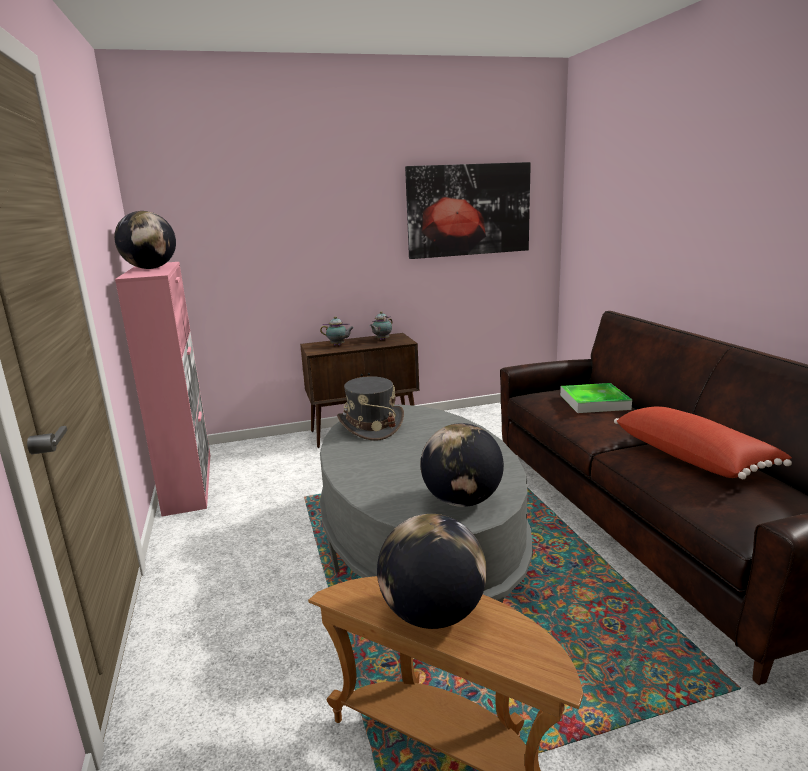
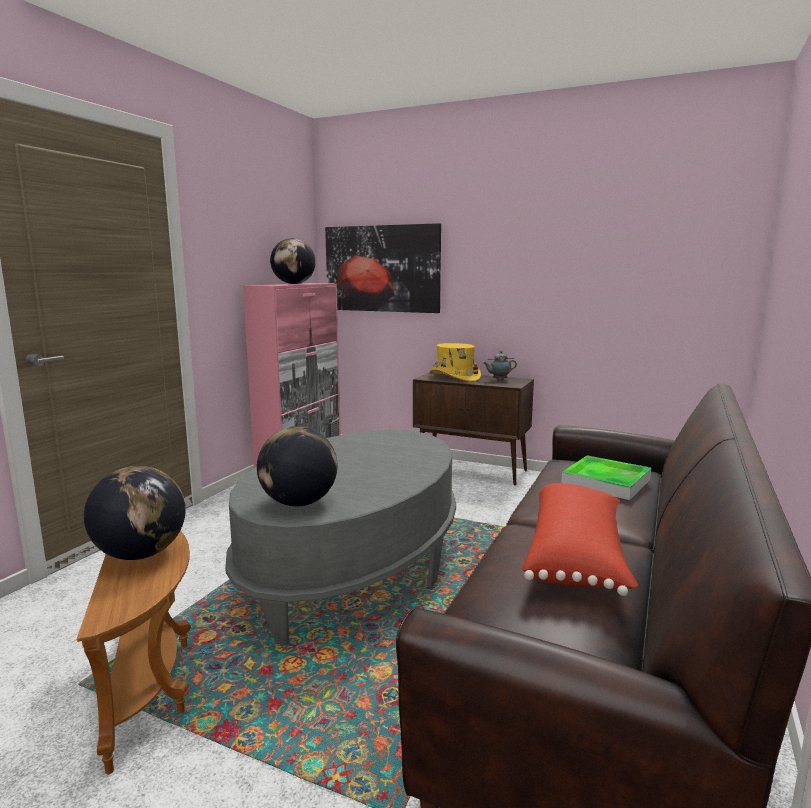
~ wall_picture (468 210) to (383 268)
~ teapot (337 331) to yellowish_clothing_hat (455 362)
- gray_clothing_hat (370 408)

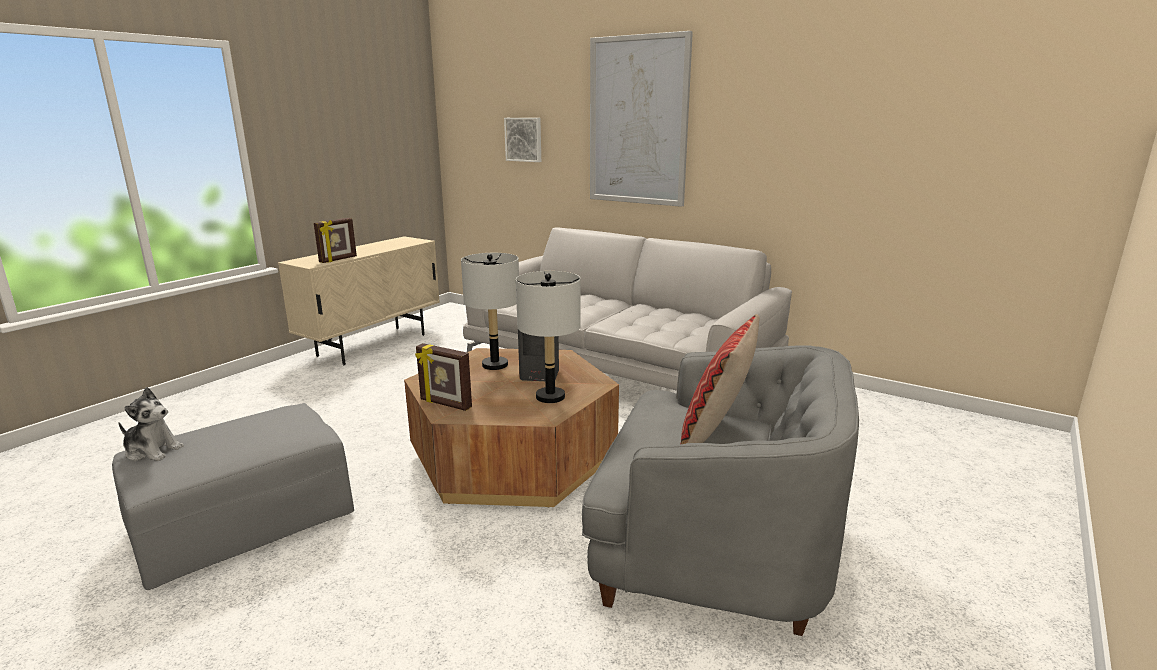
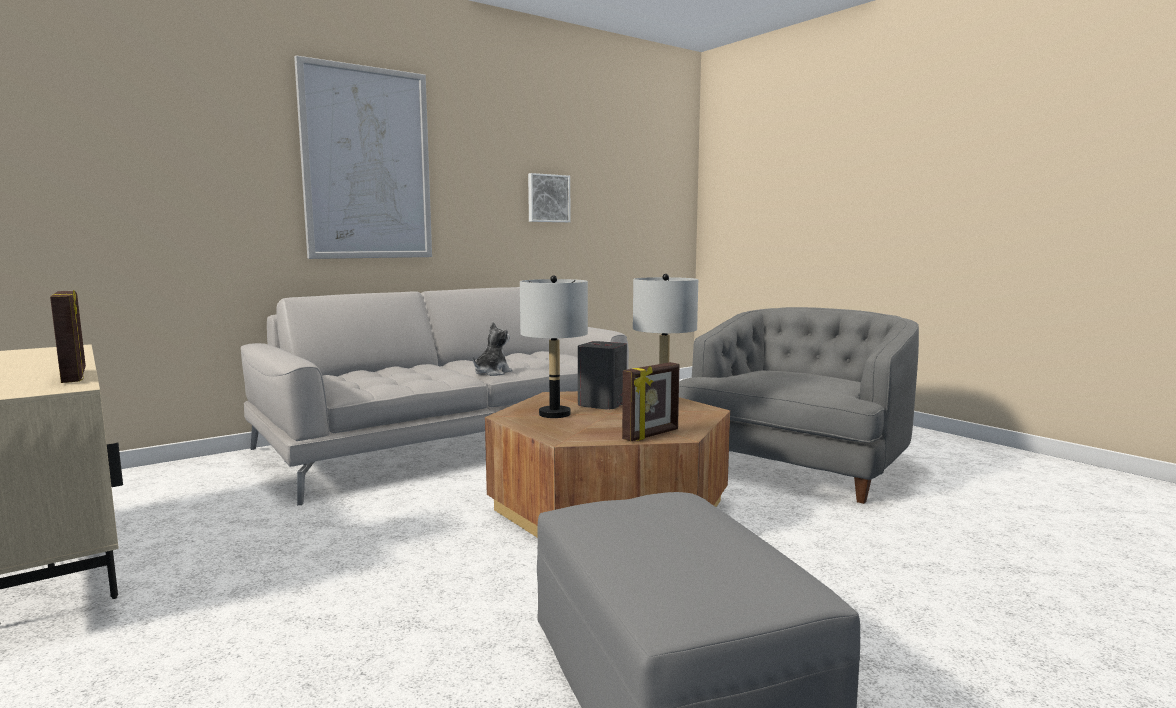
~ wall_picture (522 140) to (549 197)
- throw_pillow (720 379)
~ cuddly_toy (151 424) to (493 349)

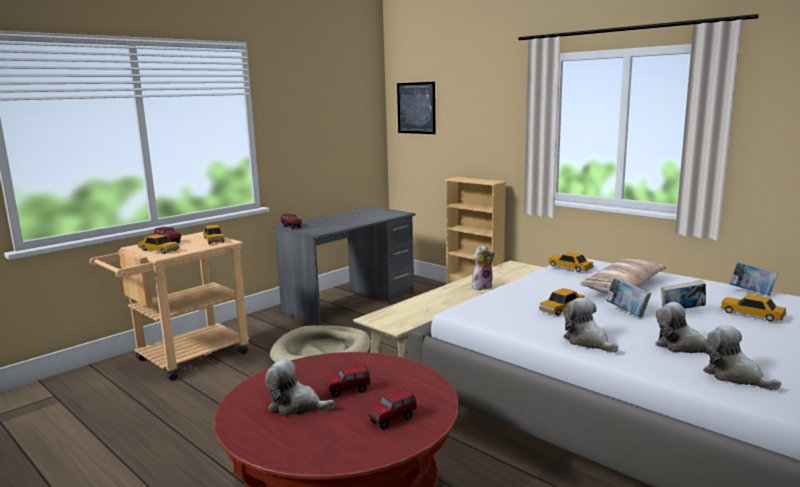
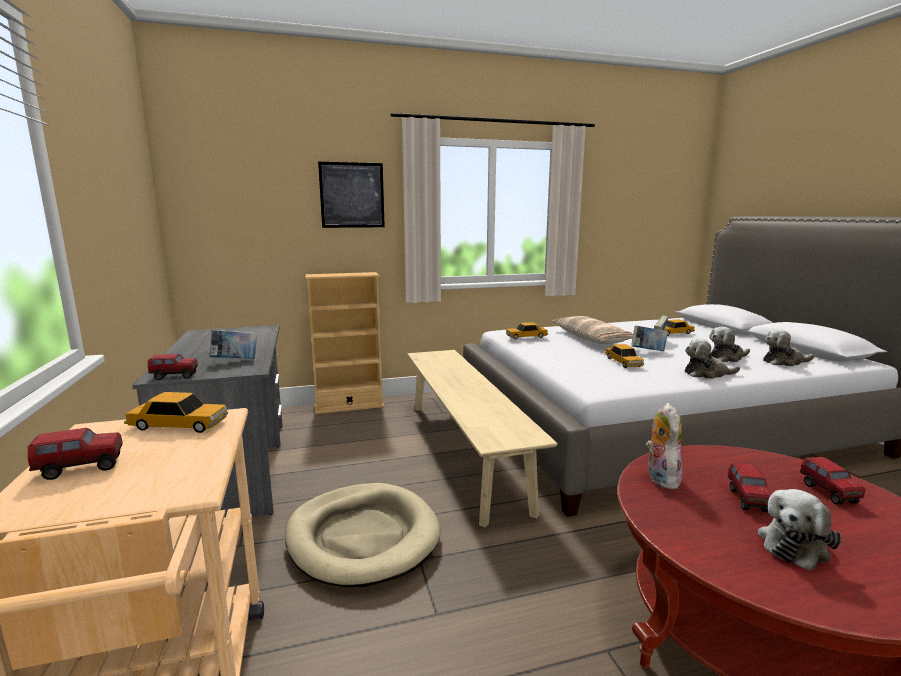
~ wall_picture (416 108) to (351 195)
- model_car (159 244)
~ cuddly_toy (483 267) to (664 446)
~ book (754 279) to (233 344)

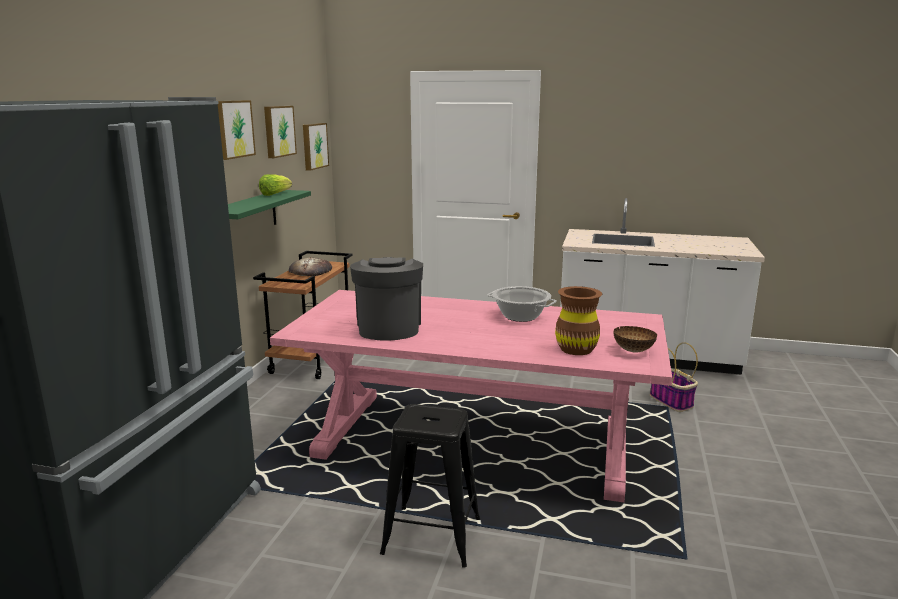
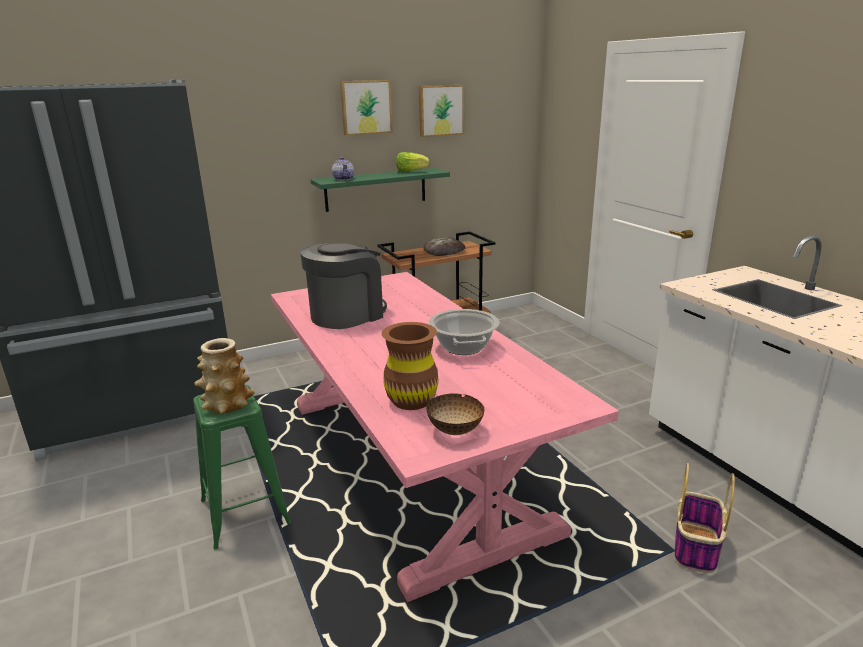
- wall_picture (316 147)
~ black_stool (430 486) to green_stool (242 467)
+ teapot (343 169)
+ decorative_vase (224 376)

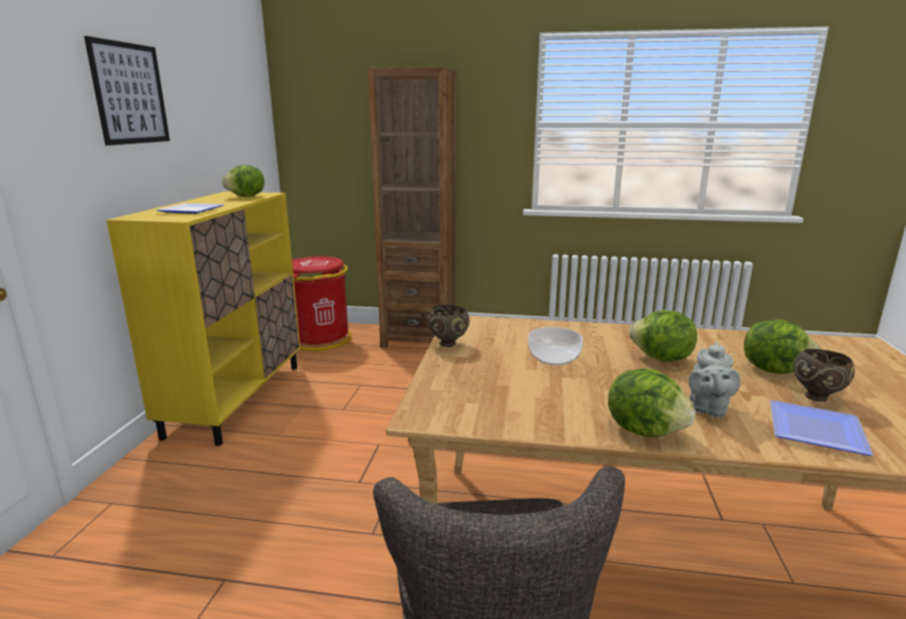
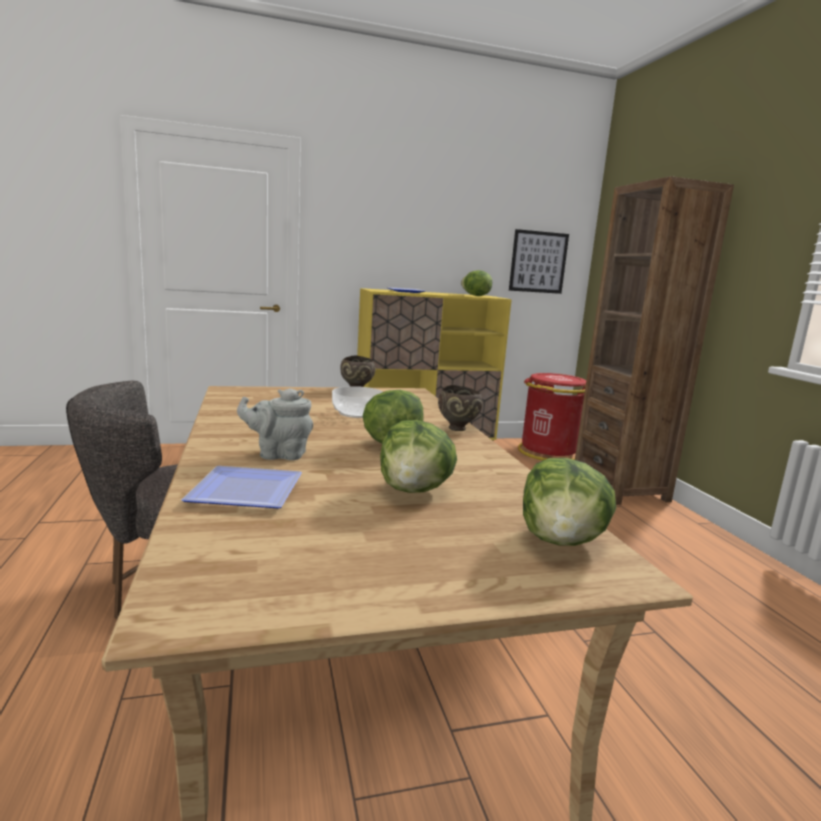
~ wall_picture (127 91) to (539 261)
~ brown-coloured_deep_dish (824 375) to (460 408)
~ lettuce_head (652 403) to (569 502)

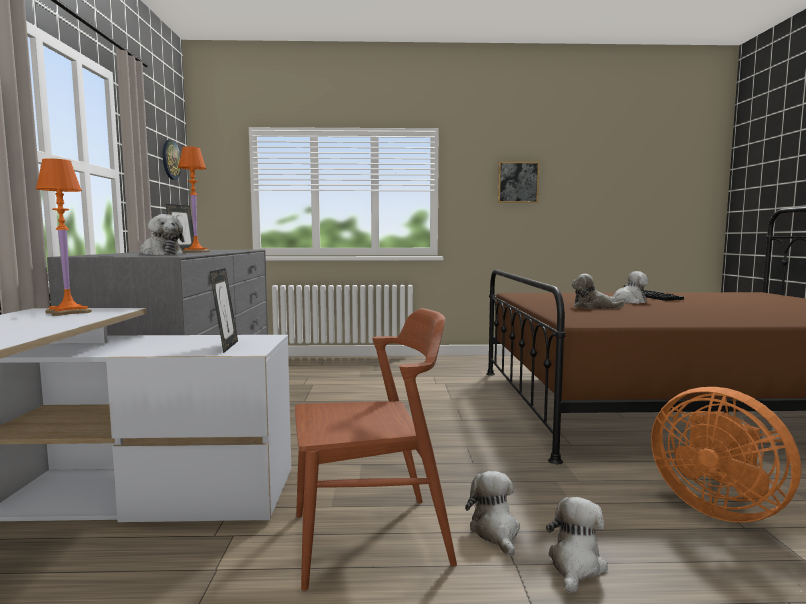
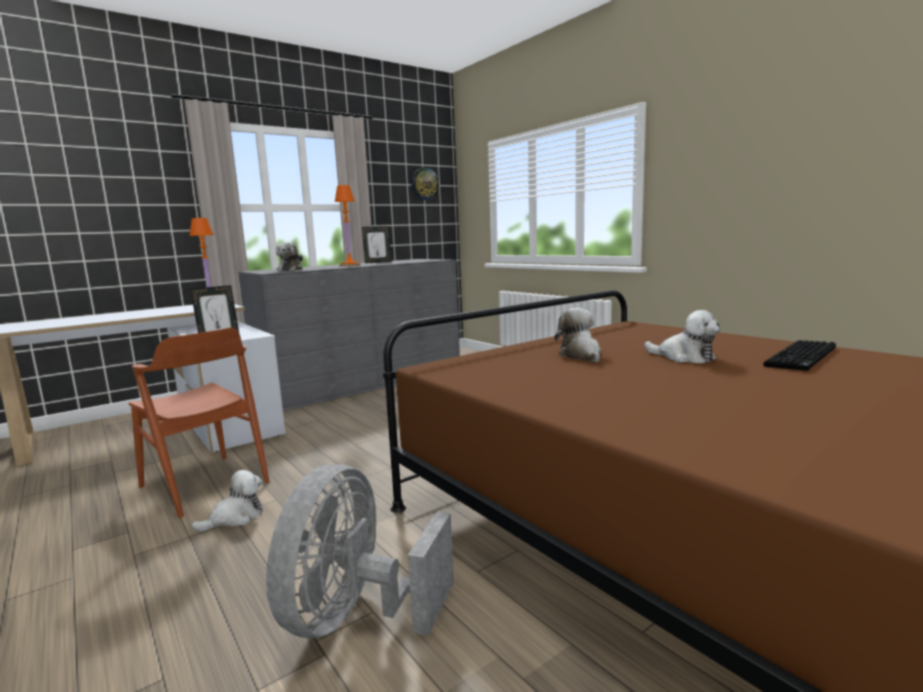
- wall_picture (518 182)
~ orange-coloured_cooling_fan (726 454) to gray_cooling_fan (360 551)
- cuddly_toy (577 545)

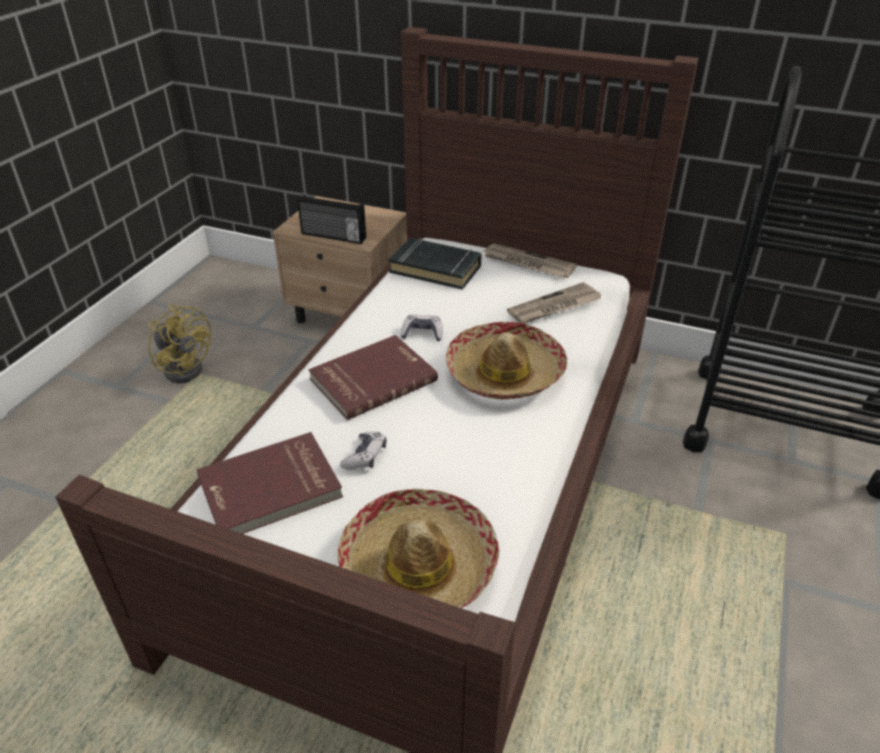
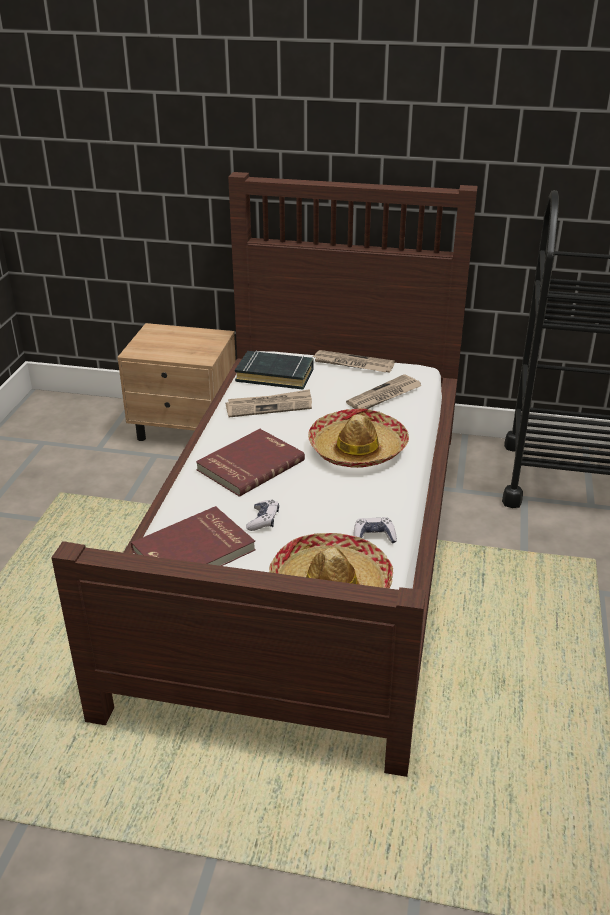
- radio_set (331 219)
- yellowish_cooling_fan (179 343)
~ joypad (422 327) to (375 530)
+ printed_paper (269 403)

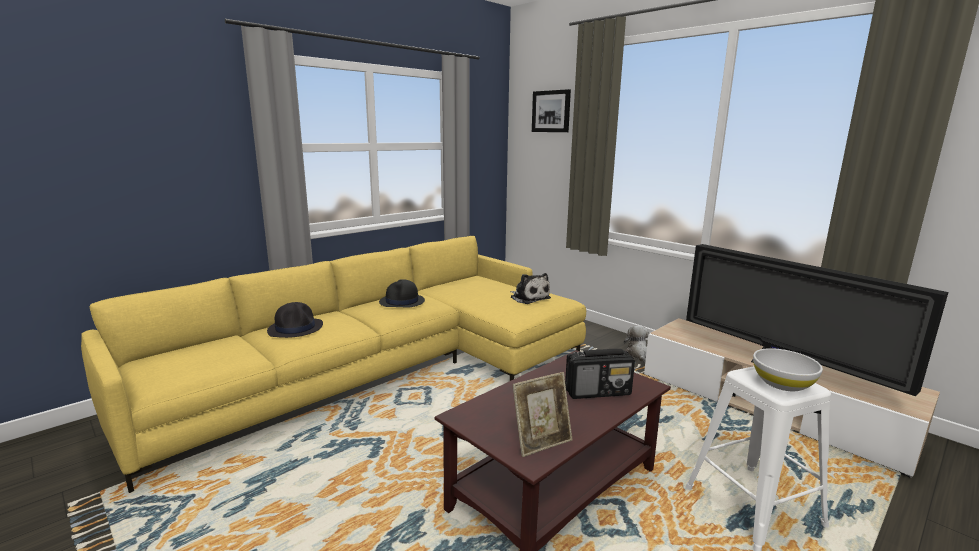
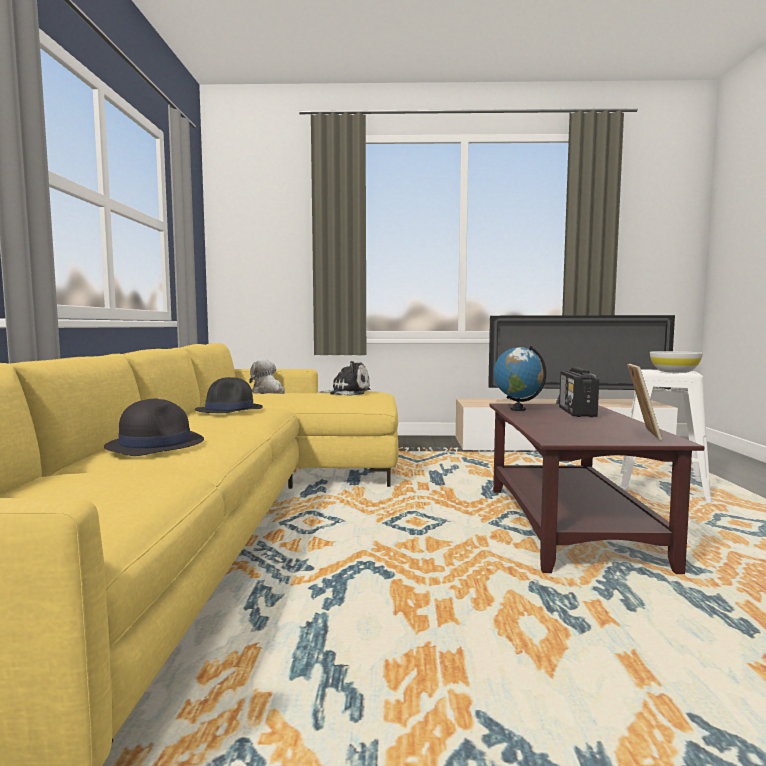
- wall_picture (551 110)
~ cuddly_toy (636 344) to (267 377)
~ radio_set (600 374) = (579 392) 150 degrees clockwise
+ desk_globe (519 378)

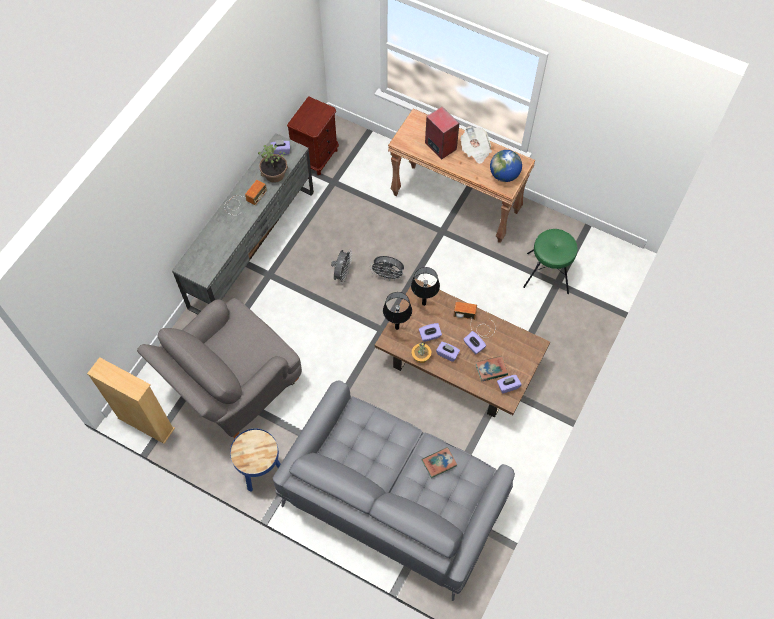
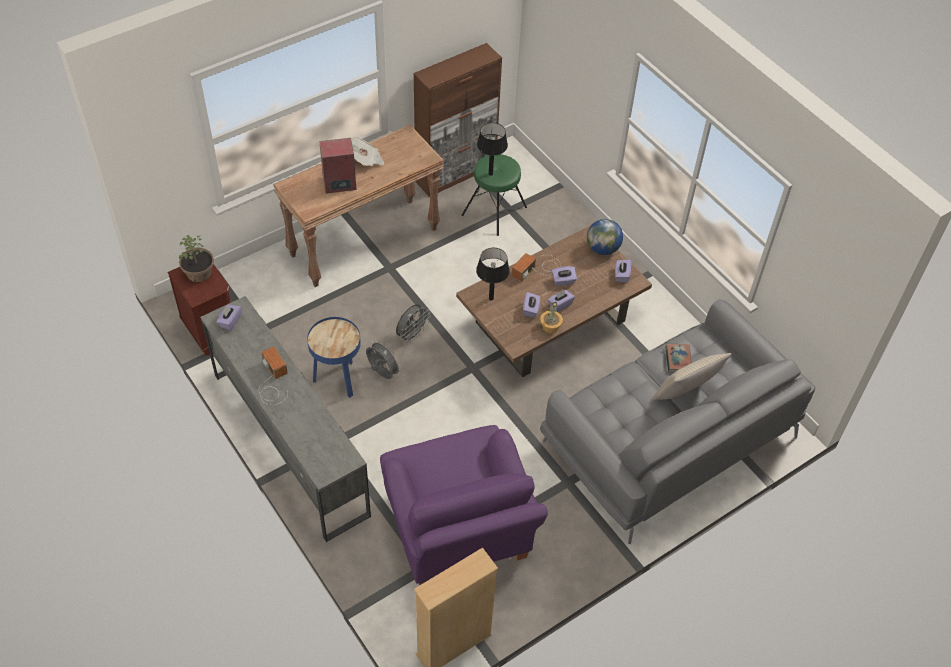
~ houseplant (273 163) to (196 258)
~ desk_globe (506 166) to (605 237)
~ black_tabletop_lamp (397 311) to (492 149)
~ gray_armchair (219 368) to purple_armchair (464 505)
- book (492 369)
~ blue_accent_table (255 460) to (334 357)
+ brown-coloured_storage_cabinet (458 120)
+ sand-coloured_throw_pillow (691 377)

